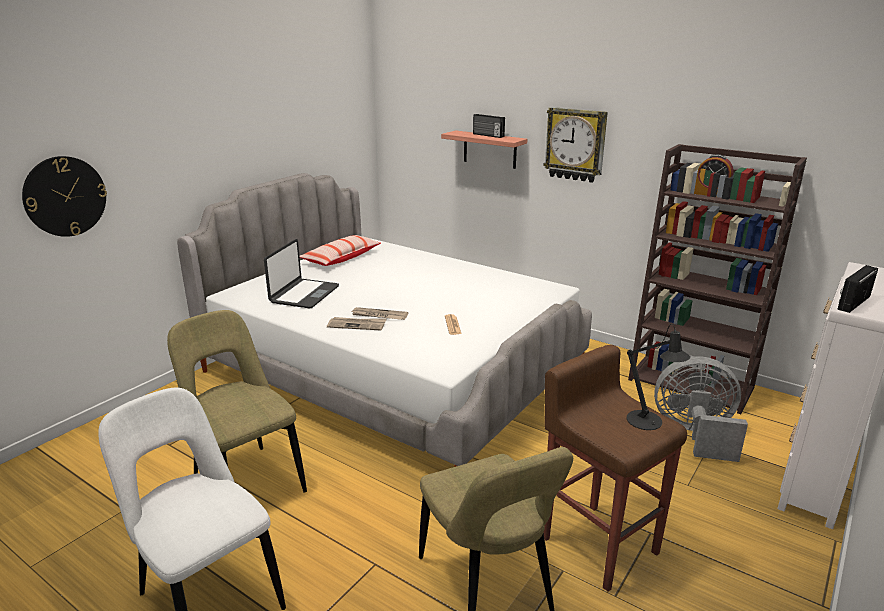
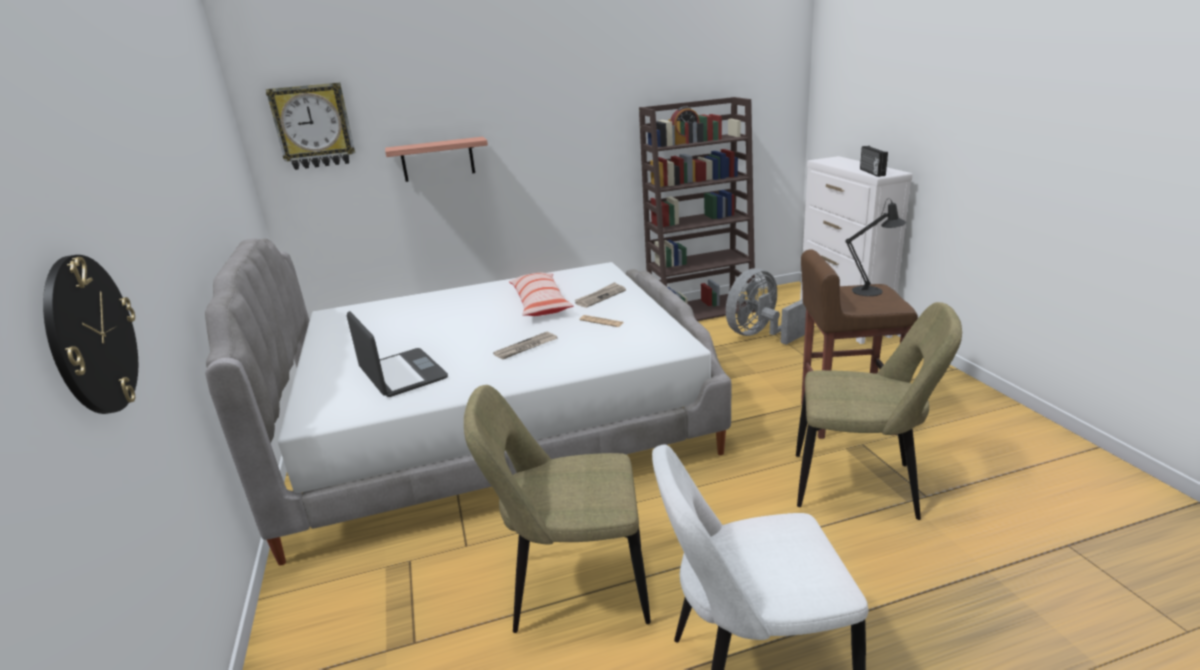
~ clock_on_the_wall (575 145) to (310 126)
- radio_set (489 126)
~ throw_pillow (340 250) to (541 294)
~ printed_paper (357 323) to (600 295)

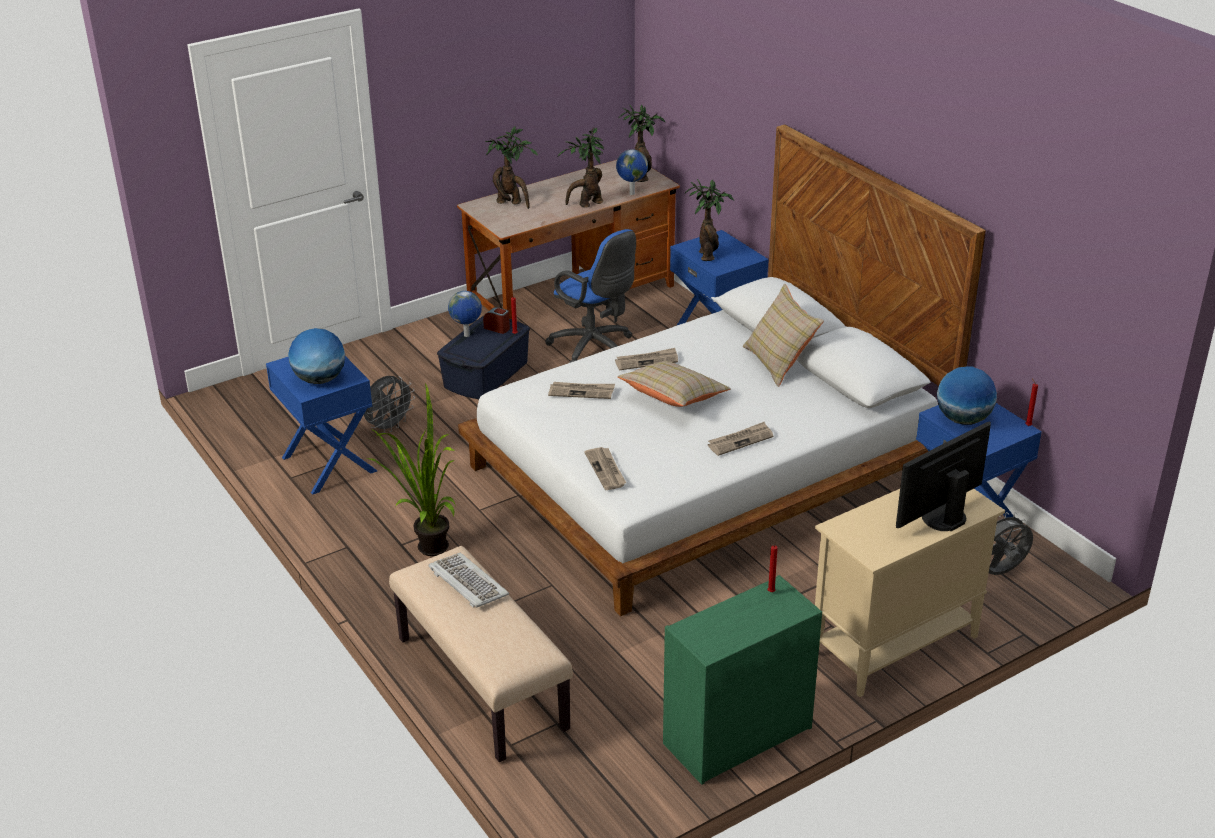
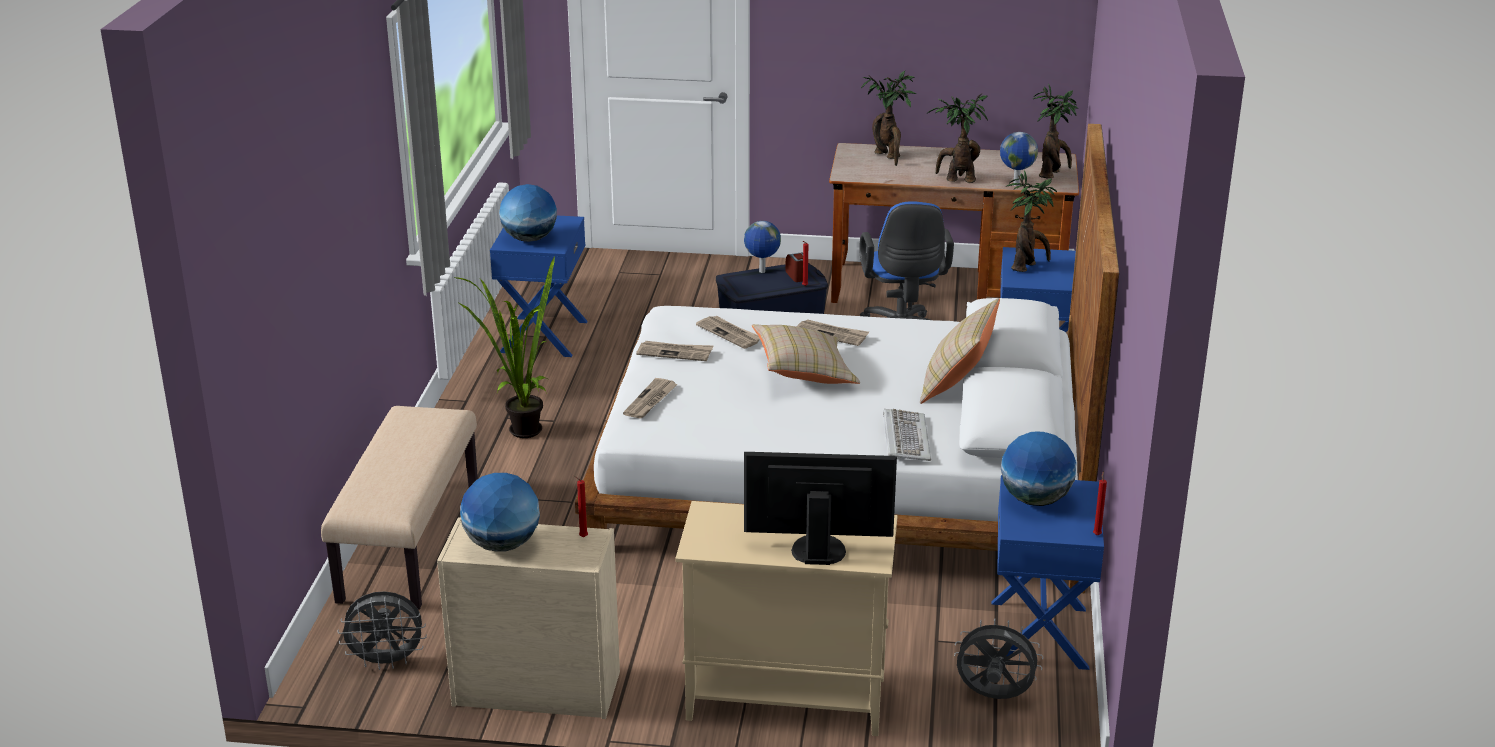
~ gray_cooling_fan (389 404) to (382 630)
~ printed_paper (740 439) to (675 351)
~ PC_keyboard (468 580) to (907 435)
~ green_dresser (742 680) to sand-coloured_dresser (528 618)
+ desk_globe (500 512)

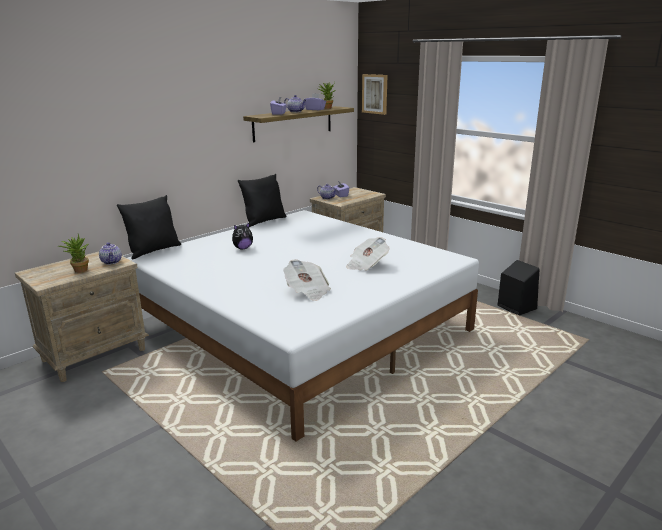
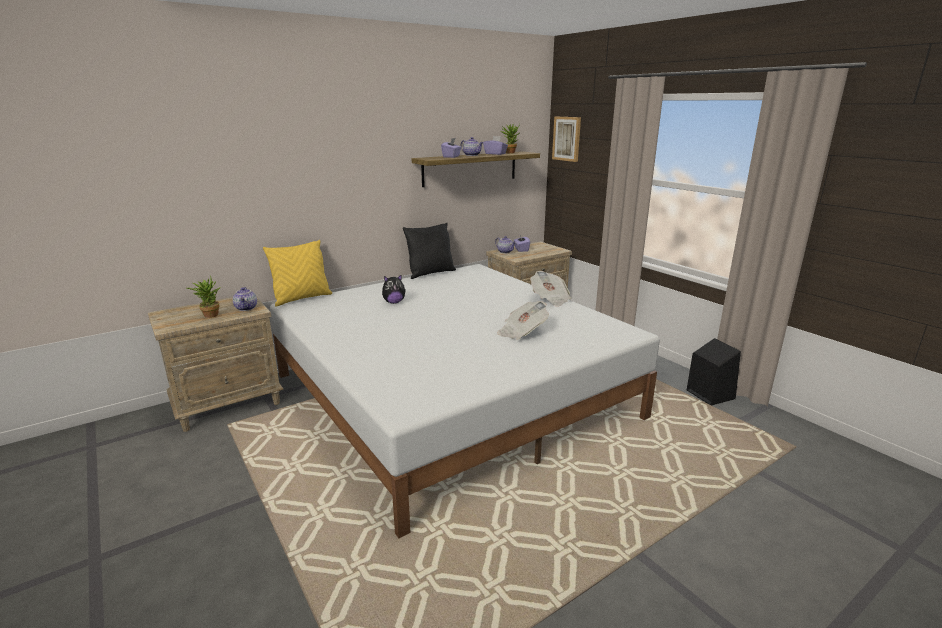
~ black_throw_pillow (149 227) to yellowish_throw_pillow (297 273)
~ printed_paper (307 280) to (551 289)

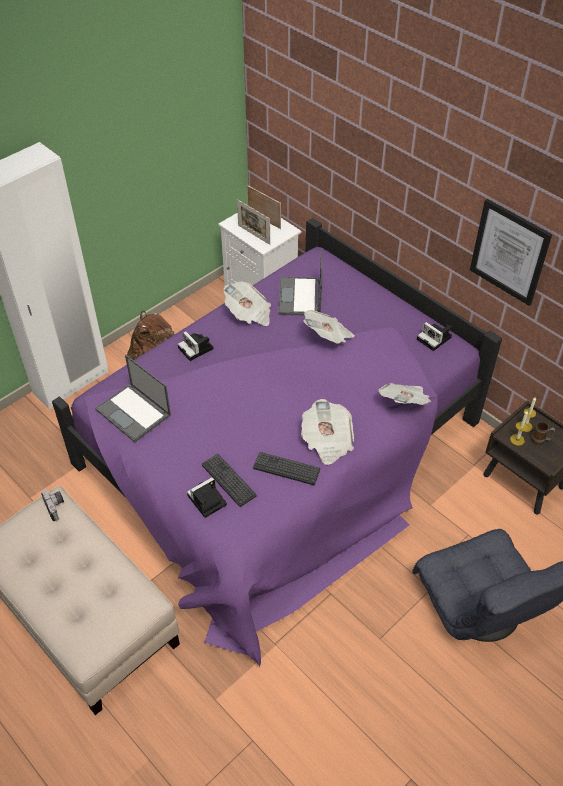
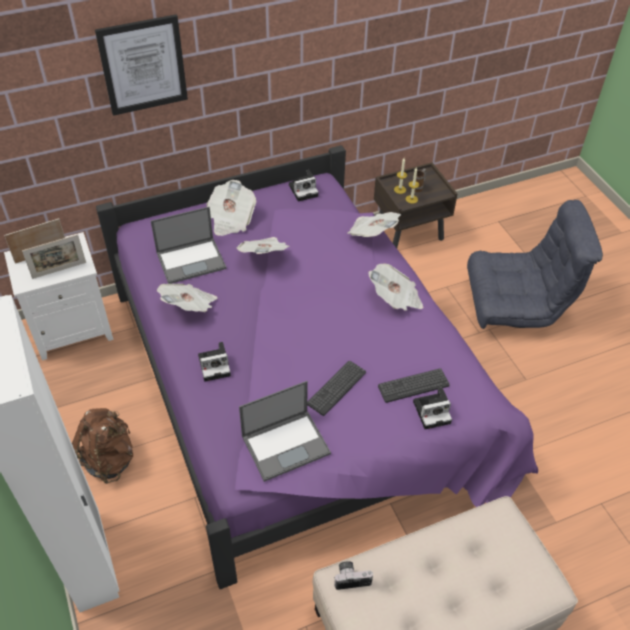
~ wall_picture (511 252) to (141 65)
~ laptop (300 283) = (188 245) 45 degrees counterclockwise
~ PC_keyboard (286 468) to (336 388)
~ still_camera (207 497) = (432 408) 90 degrees counterclockwise
+ printed_paper (231 208)

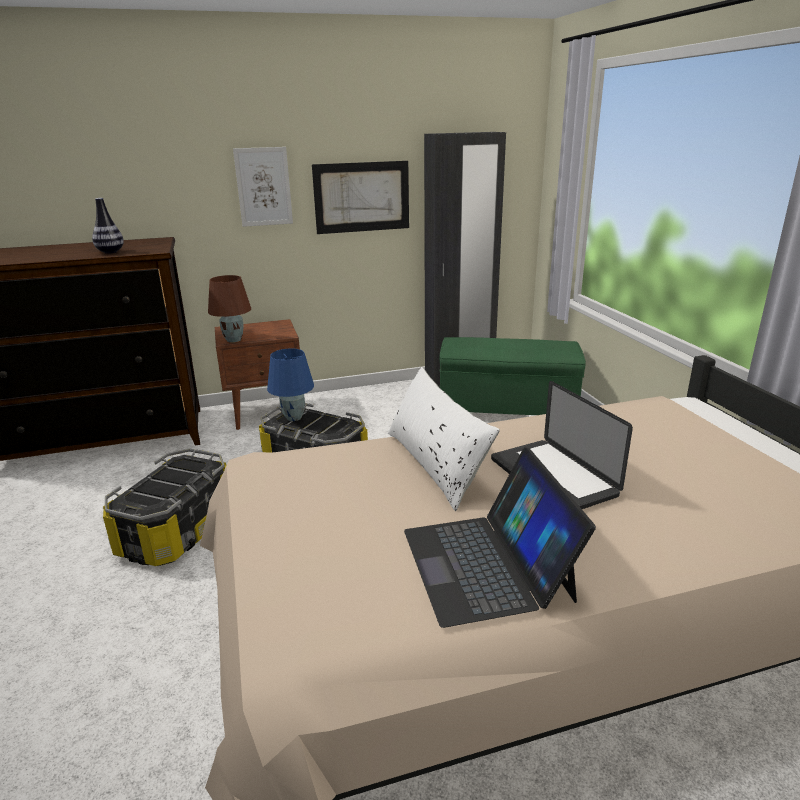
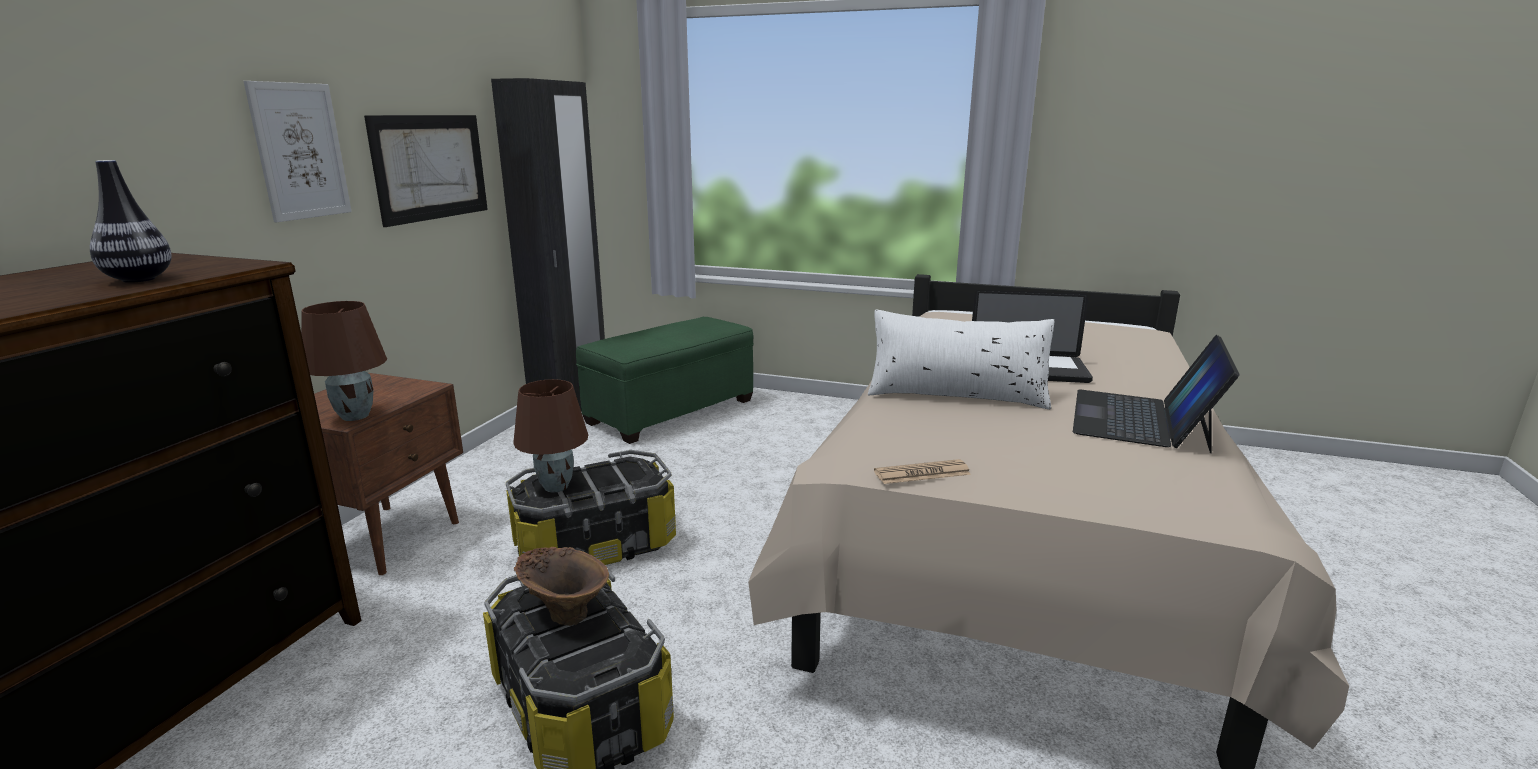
~ blue_tabletop_lamp (290 384) to brown-coloured_tabletop_lamp (550 435)
~ laptop (500 537) = (1156 394) 90 degrees clockwise
+ printed_paper (922 471)
+ brown-coloured_decorative_vase (561 586)

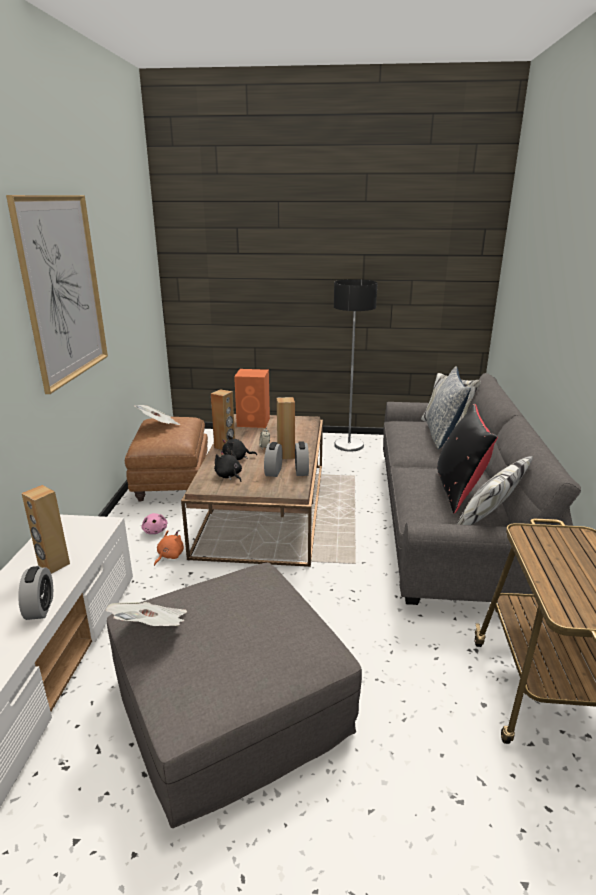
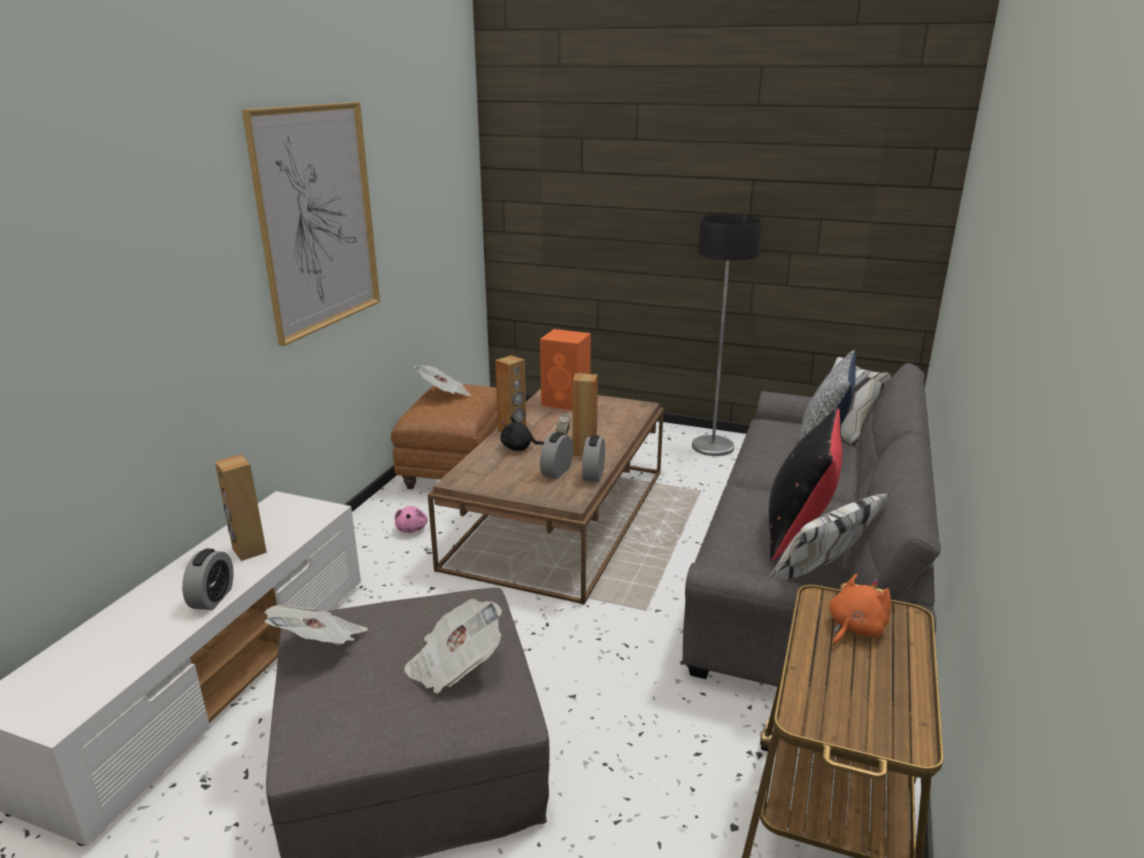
- black_cuddly_toy (228 466)
~ orange-coloured_cuddly_toy (169 548) to (860 610)
+ printed_paper (453 646)

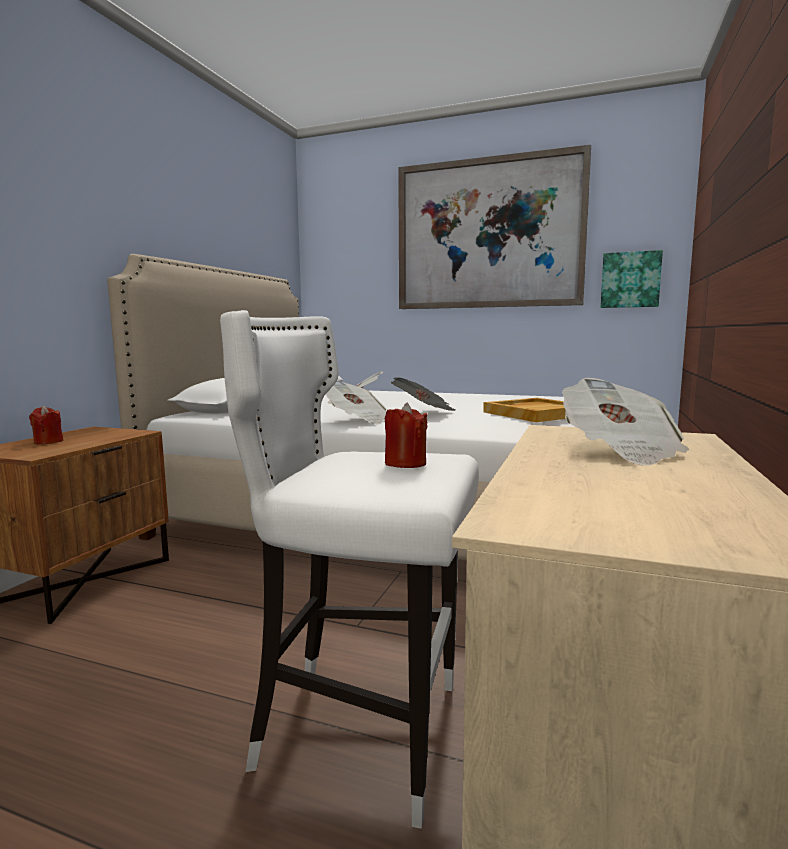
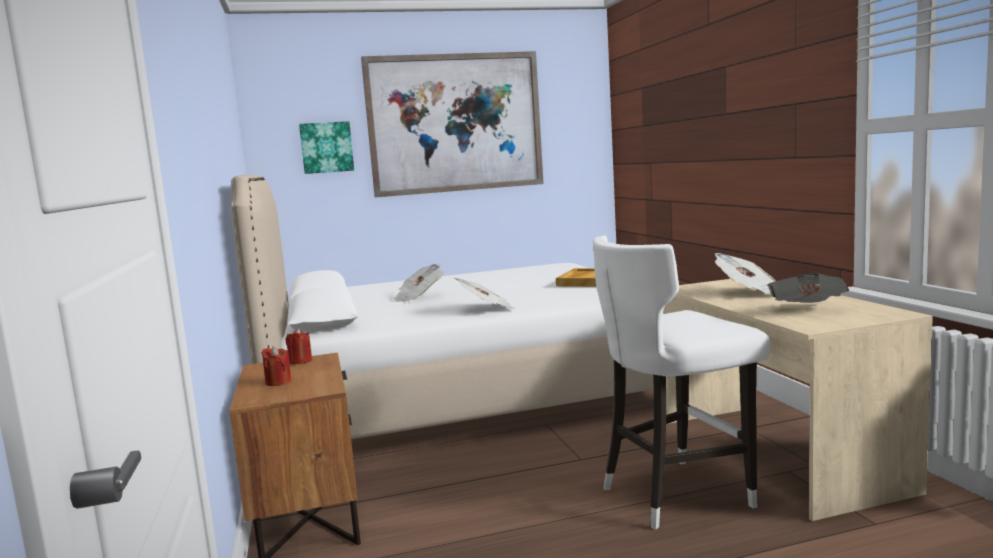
~ wall_picture (632 279) to (326 147)
~ printed_paper (423 394) to (808 288)
~ reddish_candle (406 435) to (299 346)

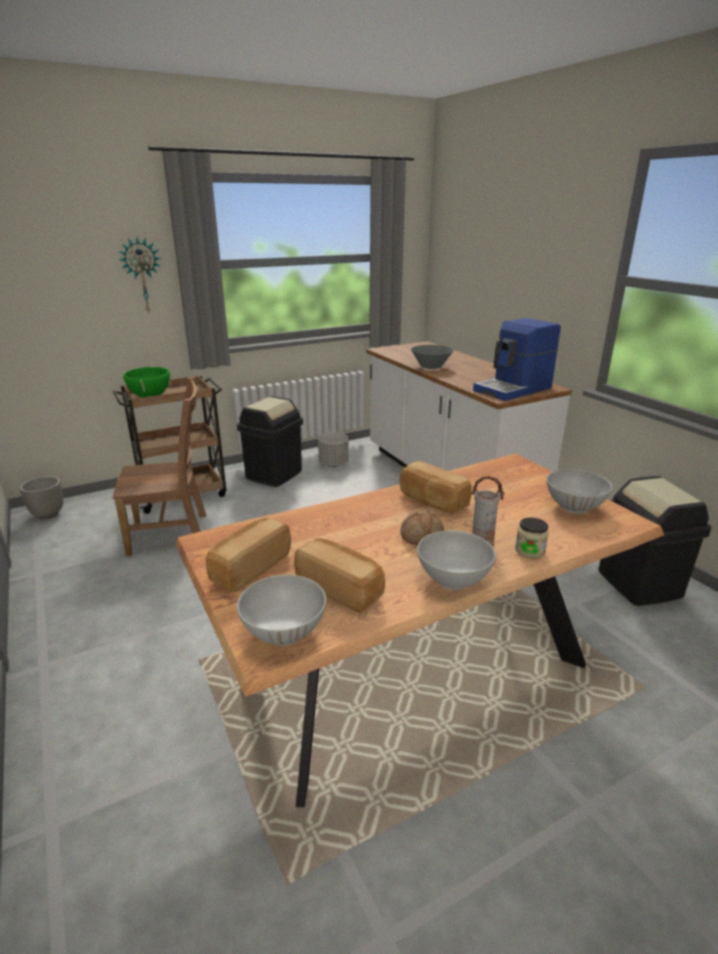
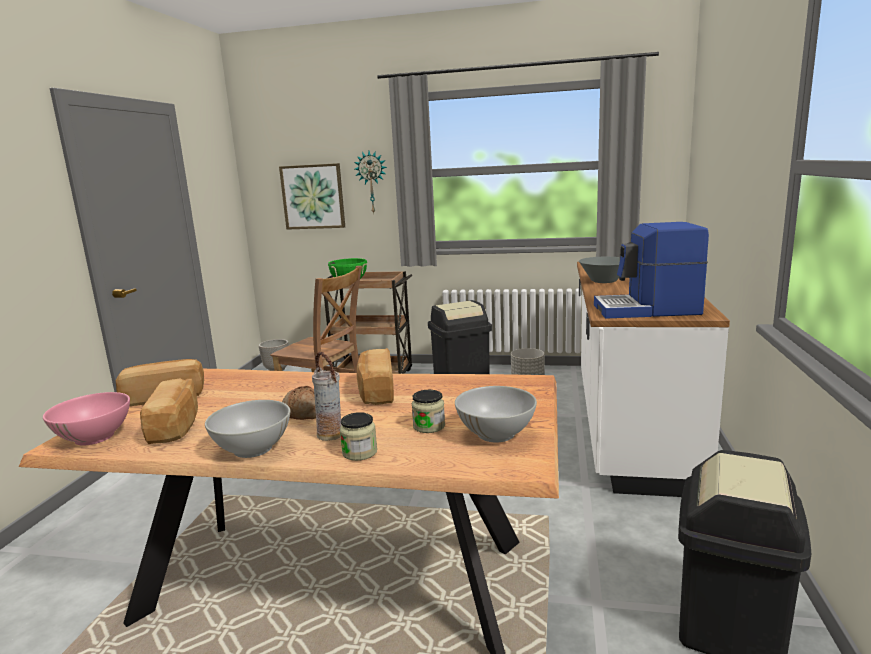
~ white-coloured_deep_dish (281 610) to pinkish_deep_dish (86 419)
+ wall_picture (312 196)
+ storage_jar (428 411)

